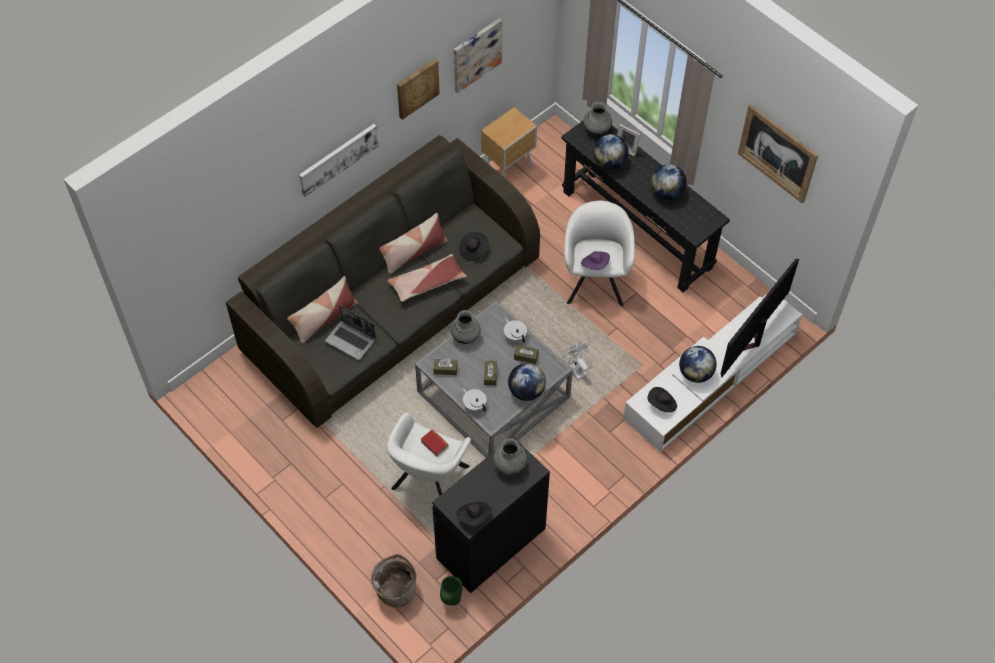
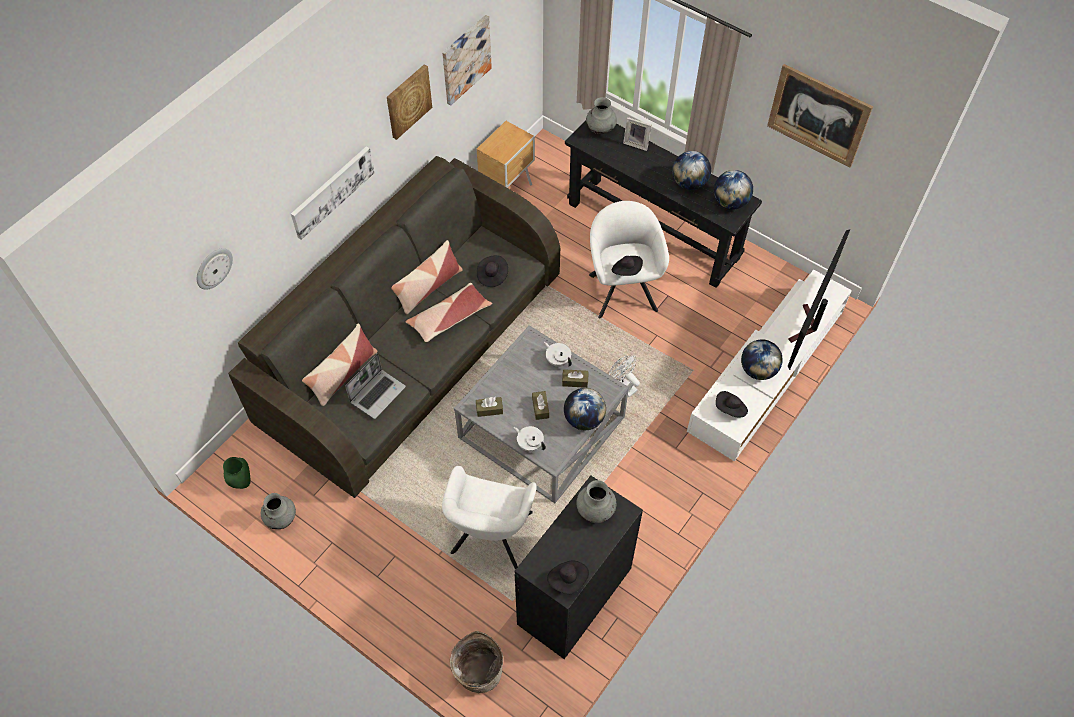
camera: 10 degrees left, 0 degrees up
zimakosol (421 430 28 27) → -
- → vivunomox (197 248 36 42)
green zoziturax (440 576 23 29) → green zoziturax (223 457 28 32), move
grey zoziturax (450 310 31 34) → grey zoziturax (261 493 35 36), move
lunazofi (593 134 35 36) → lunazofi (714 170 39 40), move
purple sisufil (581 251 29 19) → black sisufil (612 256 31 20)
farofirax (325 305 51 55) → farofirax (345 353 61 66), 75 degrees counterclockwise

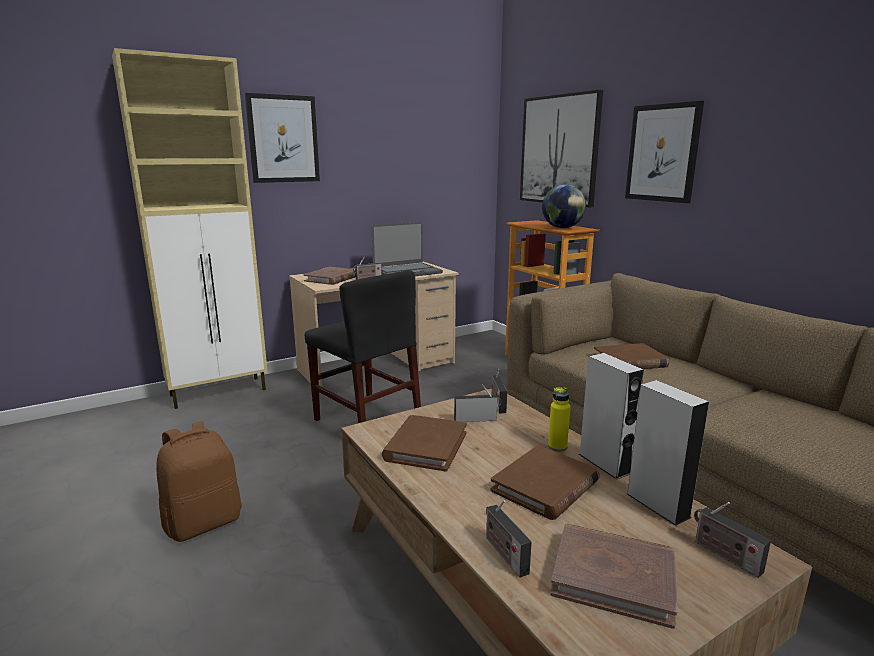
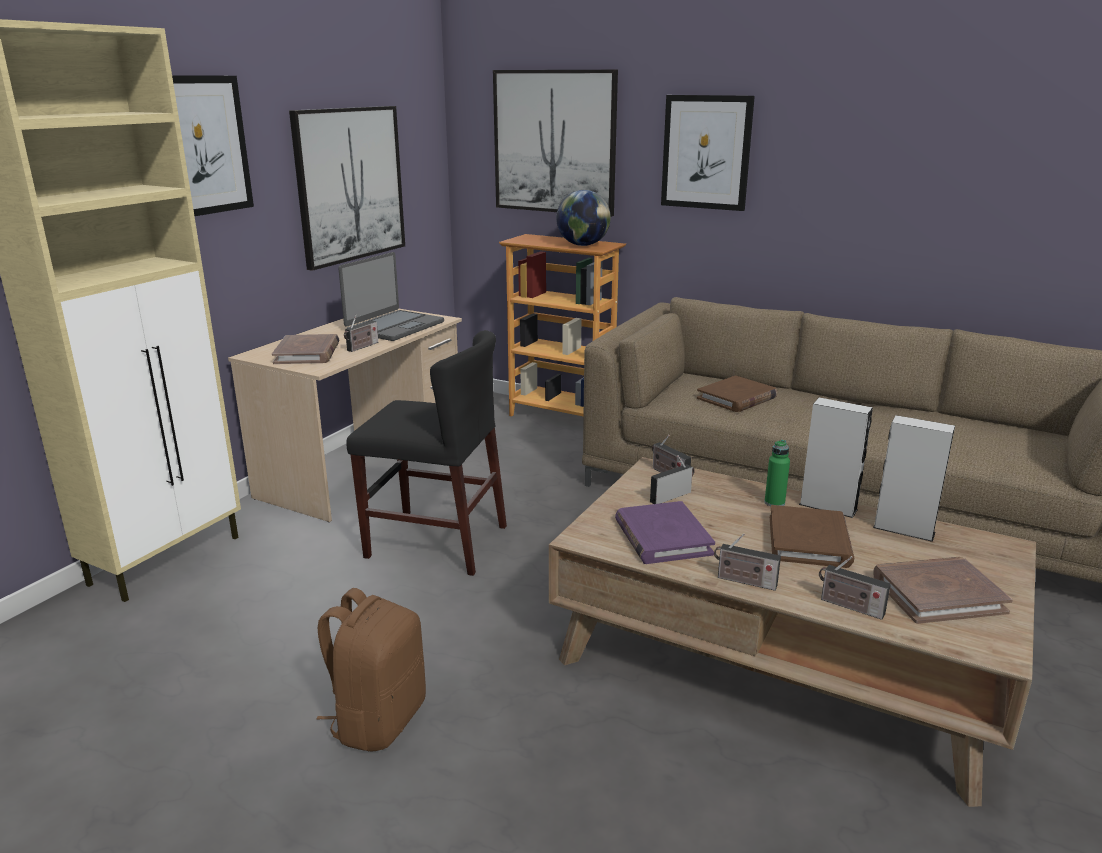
camera: 30 degrees left, 5 degrees up
- → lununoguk (289 106 116 165)
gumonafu (694 502 77 76) → gumonafu (714 533 67 58), move
brown zimakosol (382 415 85 57) → purple zimakosol (615 501 100 63)
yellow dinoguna (548 387 23 65) → green dinoguna (764 440 26 67)

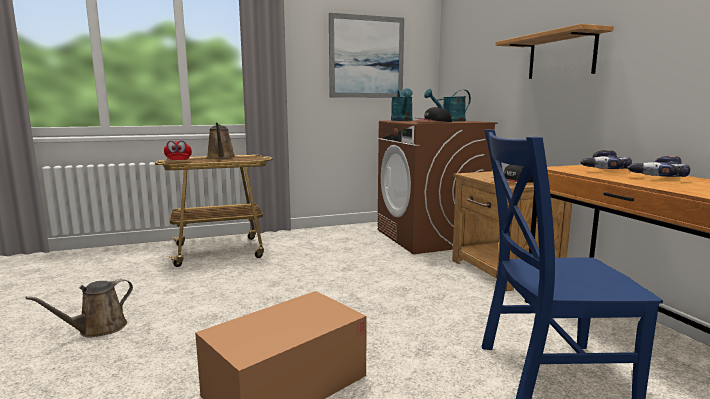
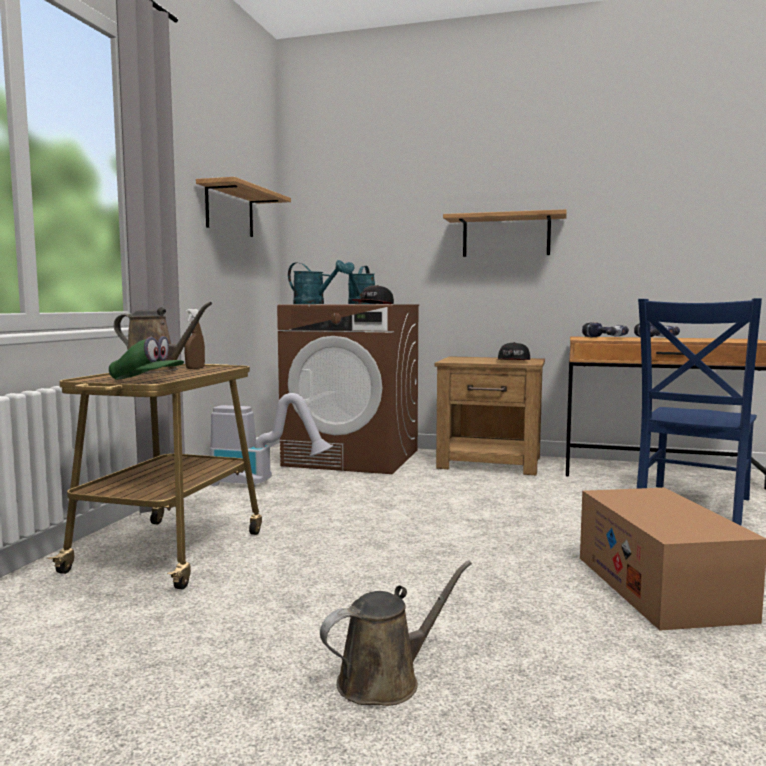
camera: 55 degrees left, 5 degrees down
- → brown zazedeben (185 309 20 60)
- → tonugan (210 393 123 94)
lununoguk (329 13 75 85) → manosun (196 177 95 60)
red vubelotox (164 140 28 20) → green vubelotox (109 336 75 44)
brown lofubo (25 279 108 59) → brown lofubo (320 561 152 145), 105 degrees counterclockwise

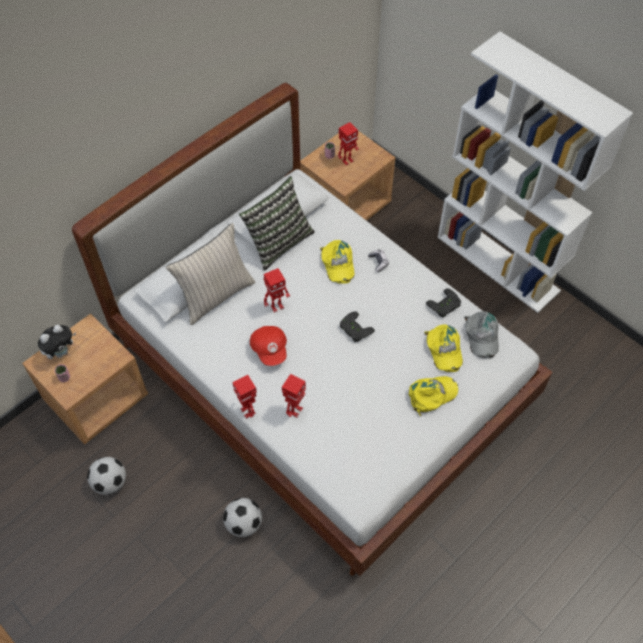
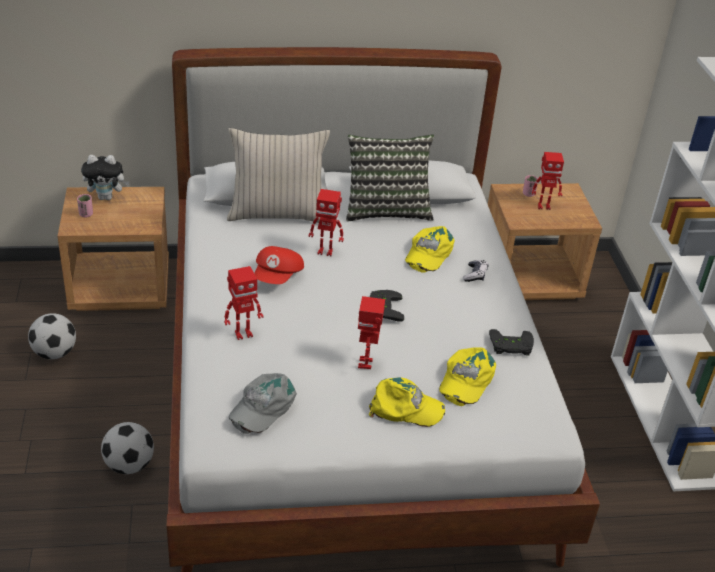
camera: 35 degrees right, 20 degrees down
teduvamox (233 375 24 43) → teduvamox (358 296 27 73), move
grey vubelotox (464 311 35 48) → grey vubelotox (229 373 68 61), move

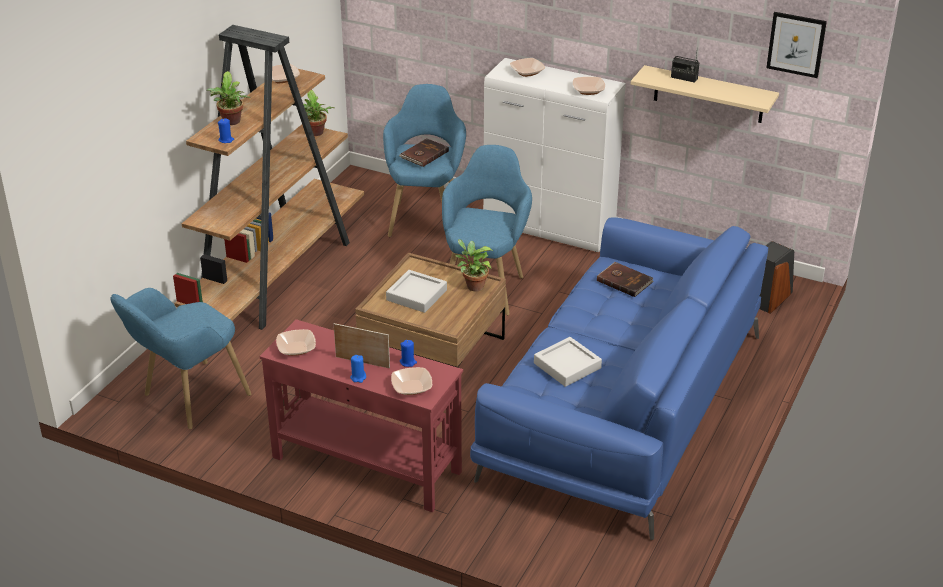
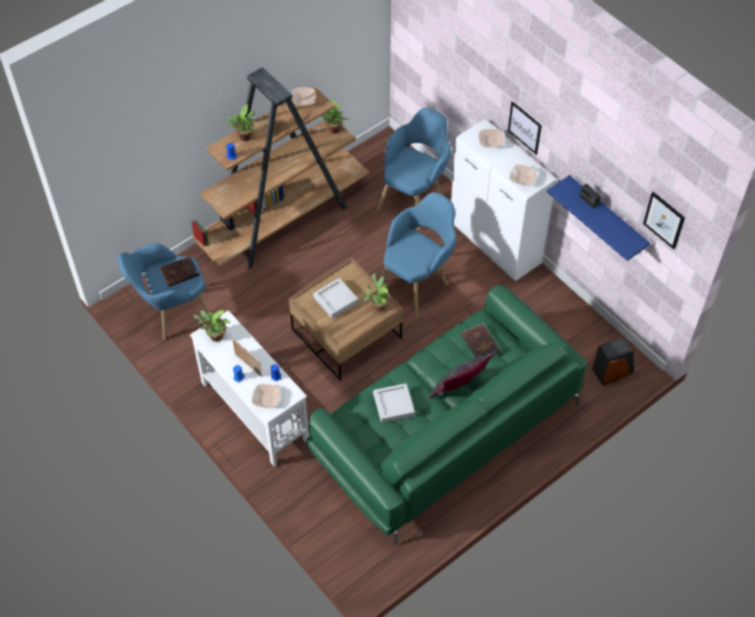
camera: 25 degrees right, 20 degrees up
- → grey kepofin (428 351 68 47)
- → lununoguk (508 101 34 54)
brown zimakosol (399 138 50 29) → brown zimakosol (159 256 41 31), move
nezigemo (276 329 40 27) → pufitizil (193 310 38 32)
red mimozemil (260 319 203 194) → white mimozemil (190 310 119 157)
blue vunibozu (470 217 298 323) → green vunibozu (306 285 281 260)
beige manosun (631 65 148 58) → blue manosun (547 175 103 86)

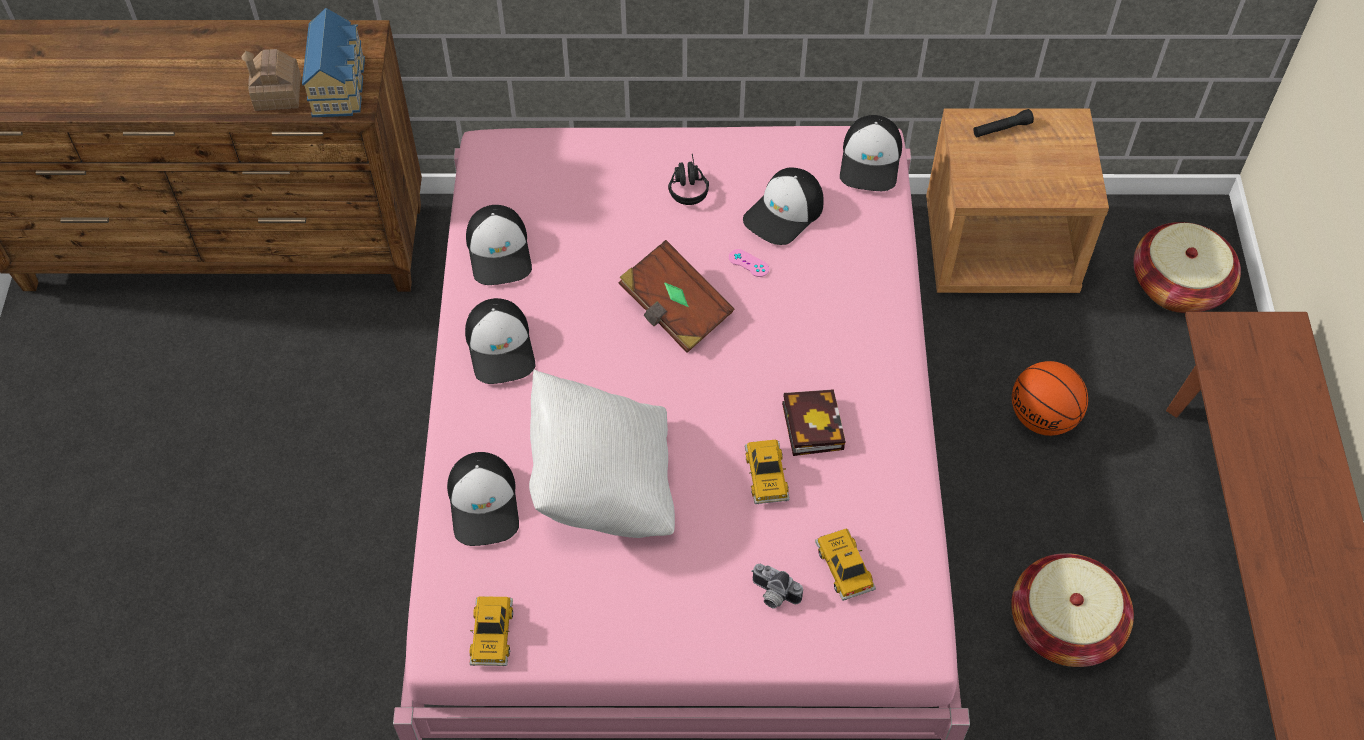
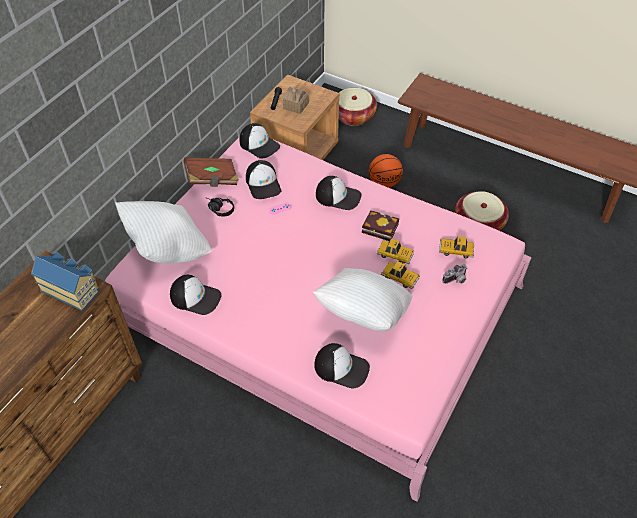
camera: 60 degrees left, 5 degrees down
- → white kepofin (115 201 97 63)
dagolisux (241 49 60 62) → dagolisux (283 87 26 27), move
vubelotox (465 298 70 86) → vubelotox (316 176 45 34), move
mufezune (469 596 45 70) → mufezune (381 261 39 28), move
brown zimakosol (619 240 116 113) → brown zimakosol (184 157 55 30), move

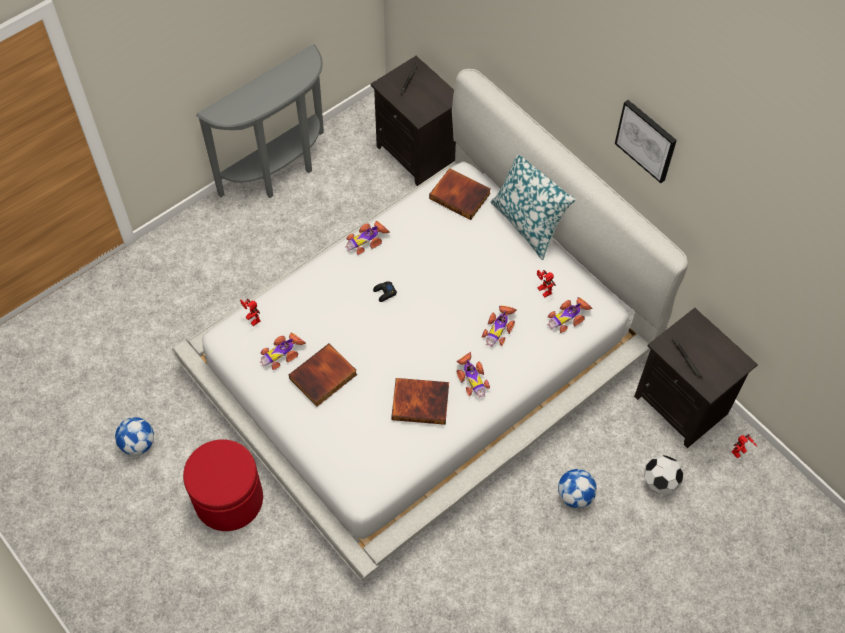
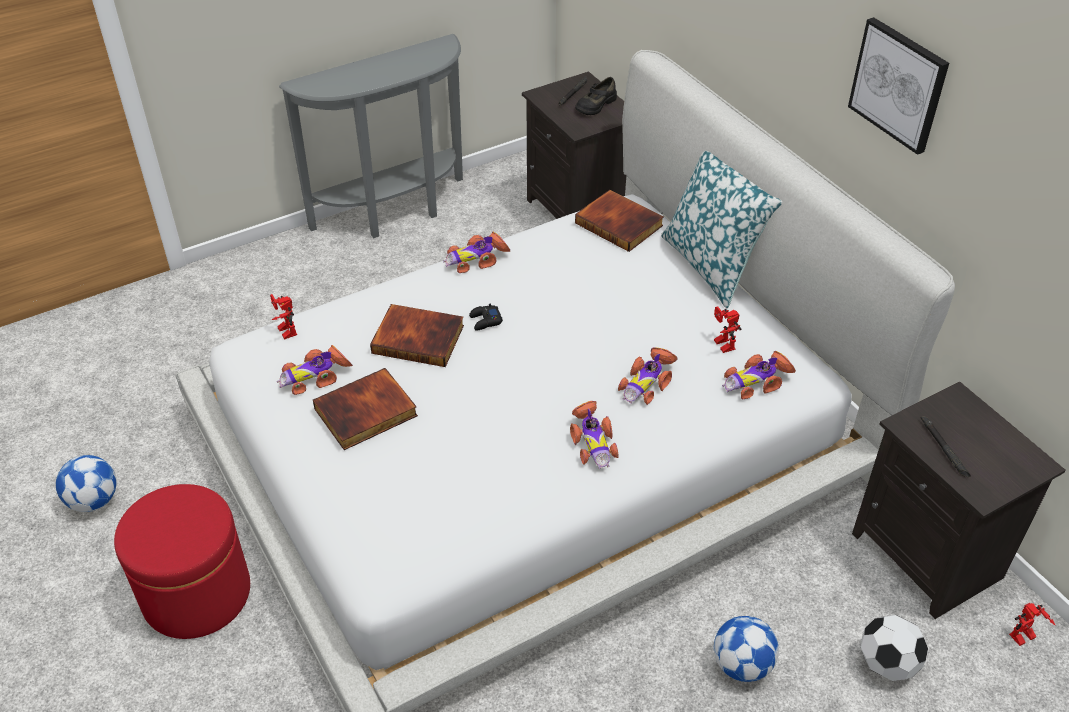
camera: 10 degrees right, 15 degrees down
- → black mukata (575 77 42 38)
zimakosol (392 378 57 47) → zimakosol (370 304 94 63), move

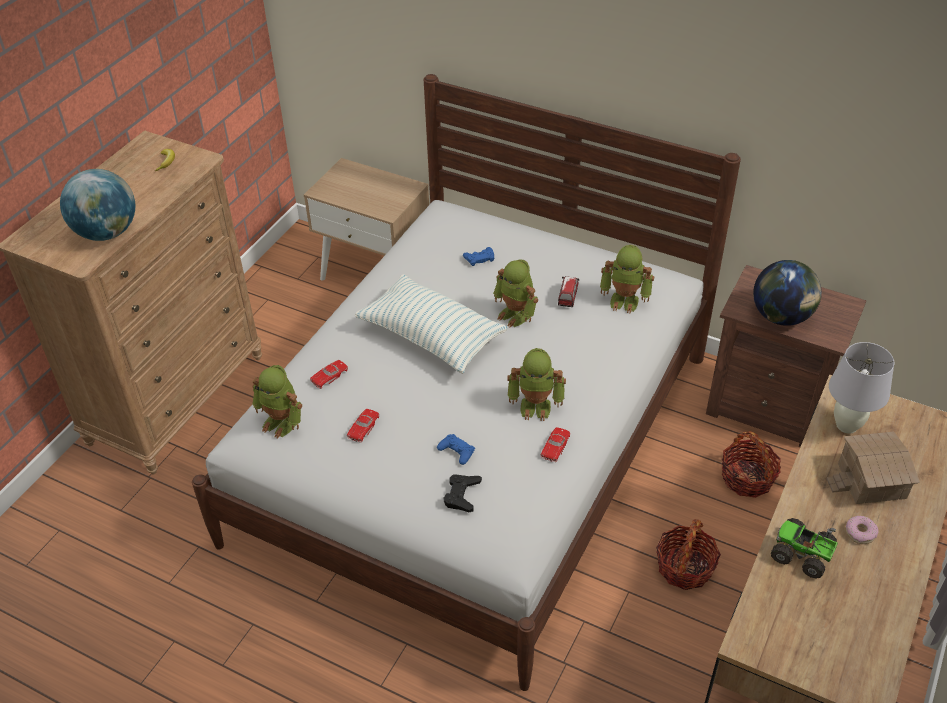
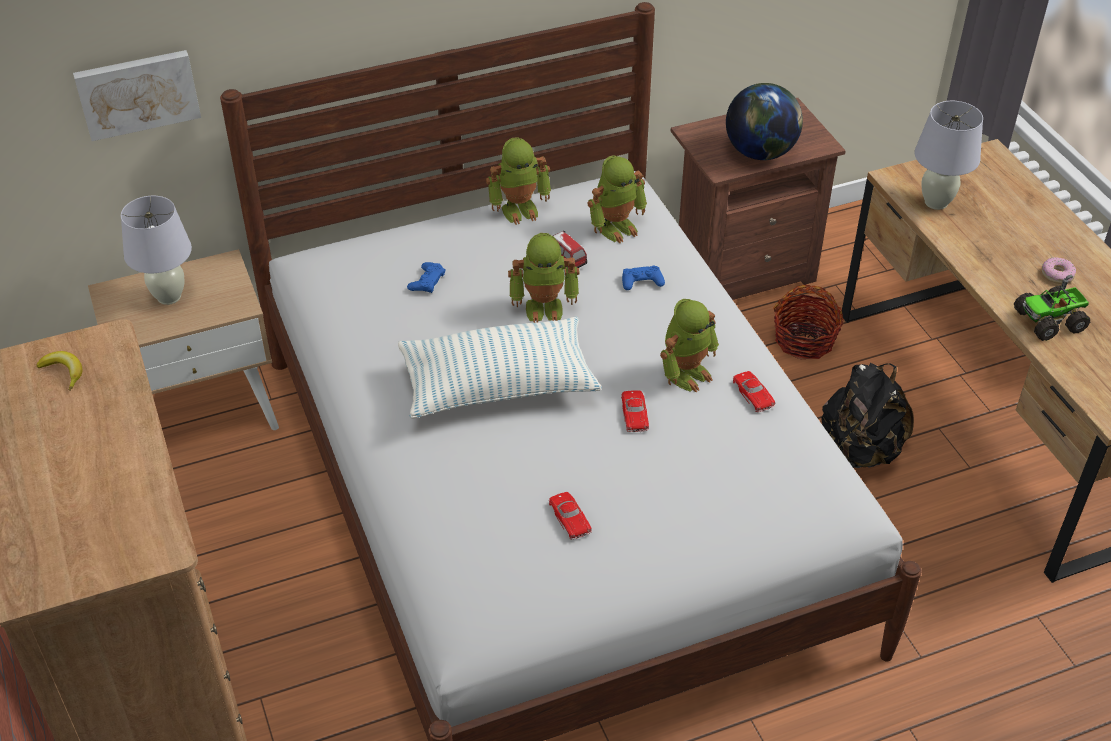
camera: 50 degrees left, 0 degrees up
lunazofi (60 169 75 72) → -
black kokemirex (444 474 38 38) → -
dagolisux (827 432 93 72) → -
- → lununoguk (73 50 128 91)
- → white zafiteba (121 196 71 109)
teduvamox (252 365 50 74) → teduvamox (486 137 65 88), move
red mufezune (310 360 38 29) → red mufezune (621 390 28 42), move
blue kokemirex (437 434 38 31) → blue kokemirex (622 266 43 24), move
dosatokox (656 519 65 71) → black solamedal (821 363 93 105)

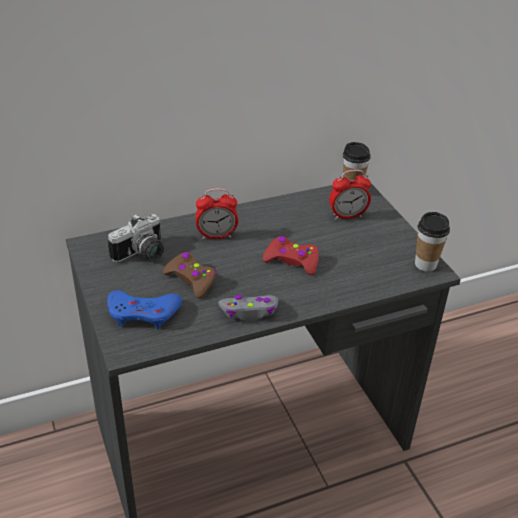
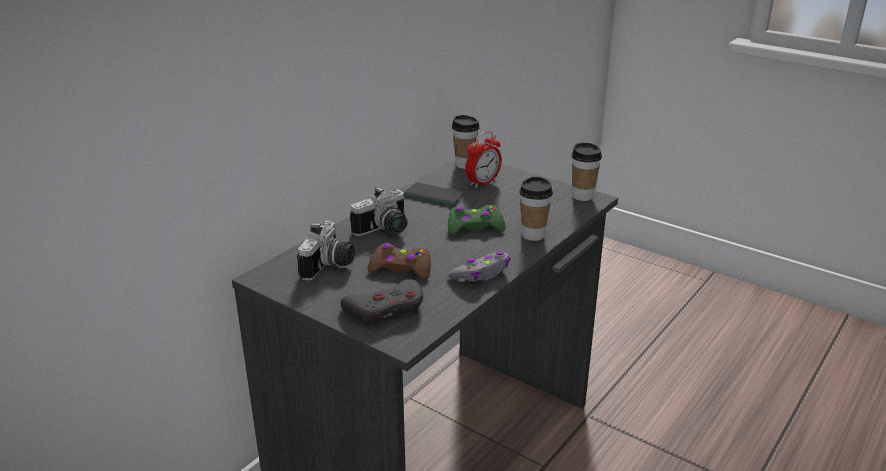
camera: 30 degrees left, 10 degrees down
- → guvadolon (404 182 61 23)
- → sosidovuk (519 177 34 64)
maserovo (196 188 42 51) → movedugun (350 187 57 49)
blue kokemirex (107 290 75 39) → grey kokemirex (341 279 82 47)
red kokemirex (263 236 56 39) → green kokemirex (448 205 58 30)

